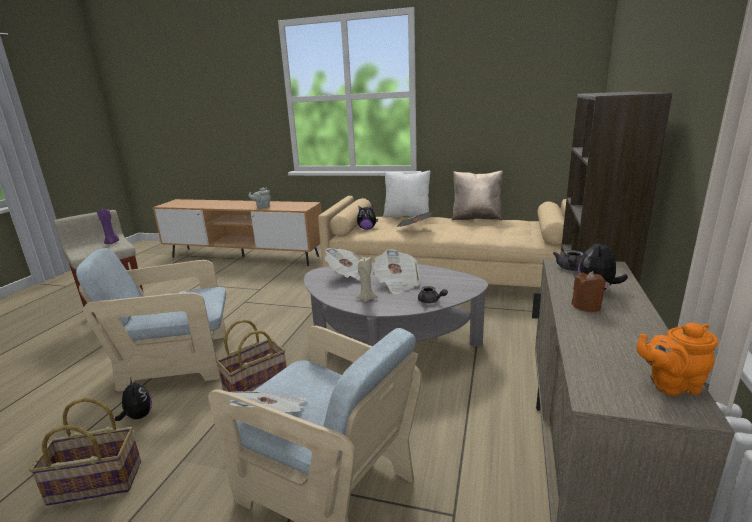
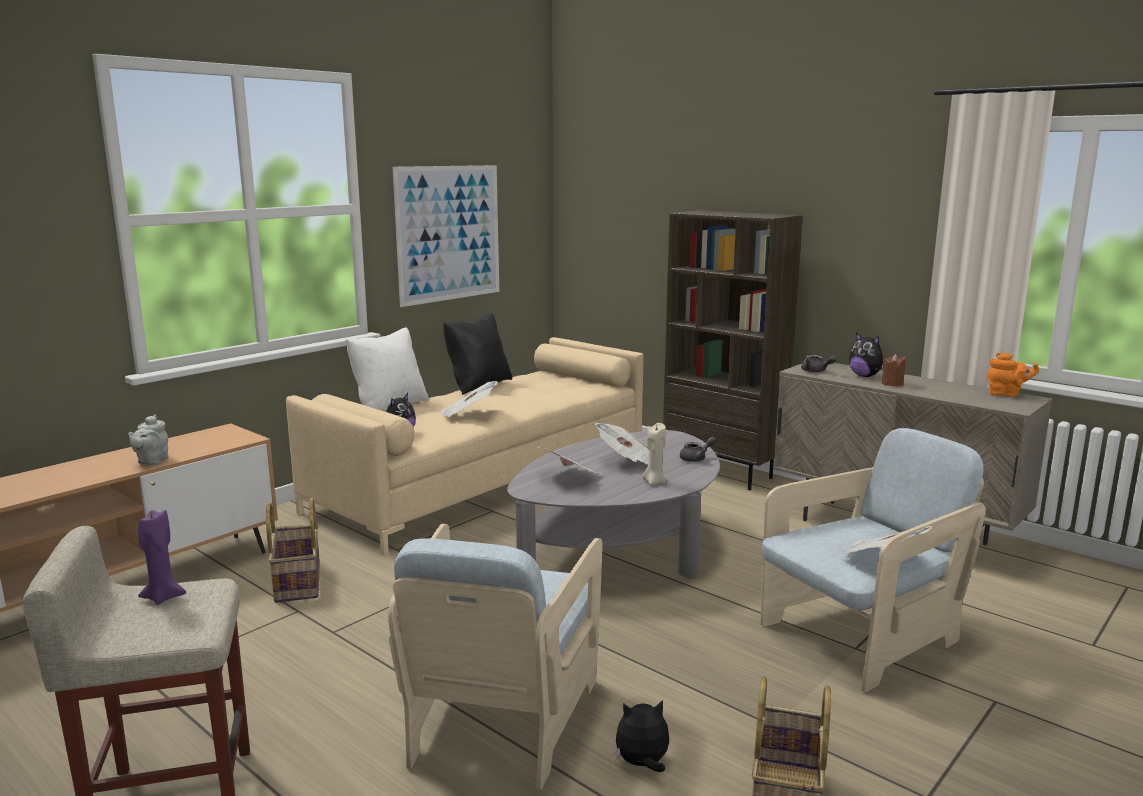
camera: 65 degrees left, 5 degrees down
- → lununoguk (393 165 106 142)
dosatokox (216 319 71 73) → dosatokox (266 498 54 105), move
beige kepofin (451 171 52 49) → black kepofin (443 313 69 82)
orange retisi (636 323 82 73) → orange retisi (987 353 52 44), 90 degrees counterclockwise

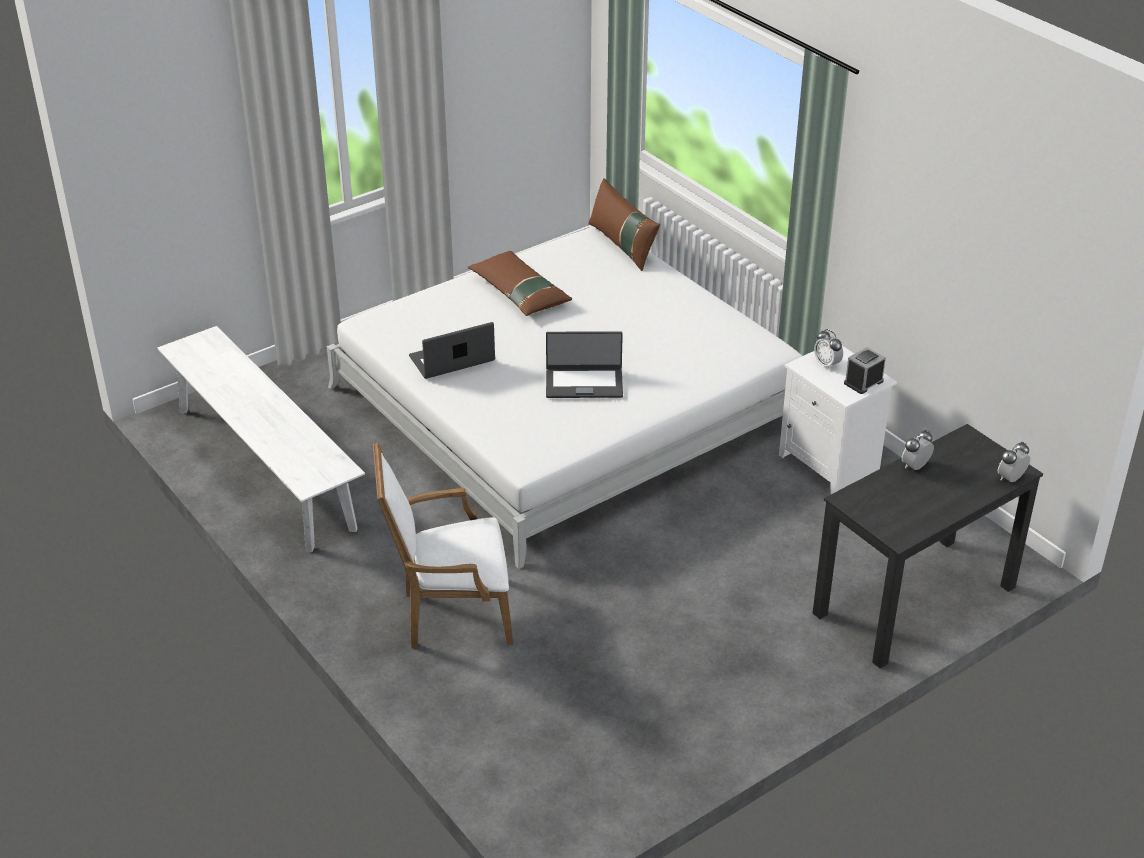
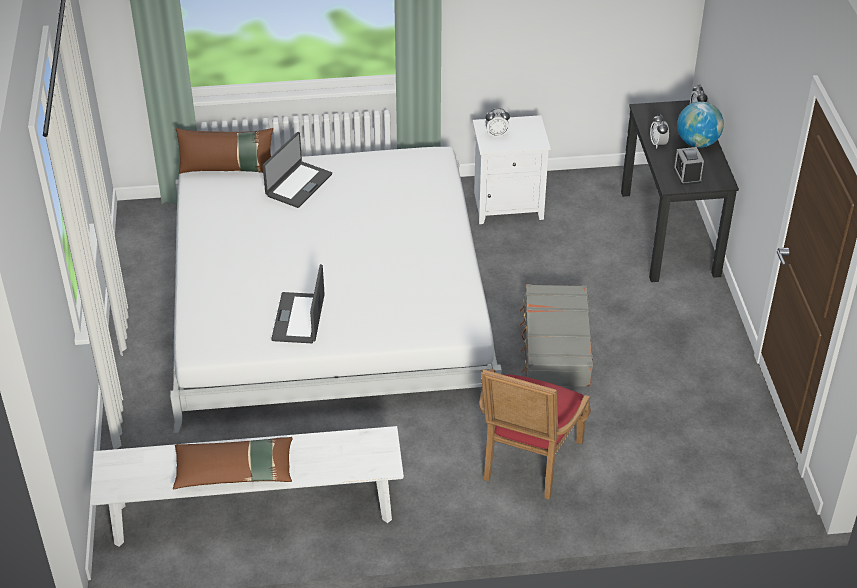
camera: 60 degrees left, 5 degrees up
- → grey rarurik (520 284 73 103)
- → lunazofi (677 101 47 47)
brown kepofin (468 251 104 65) → brown kepofin (173 437 120 52), move
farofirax (546 331 77 67) → farofirax (263 132 69 76), move
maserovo (844 347 42 47) → maserovo (674 147 30 38), move
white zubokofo (373 442 140 206) → red zubokofo (480 368 111 132)

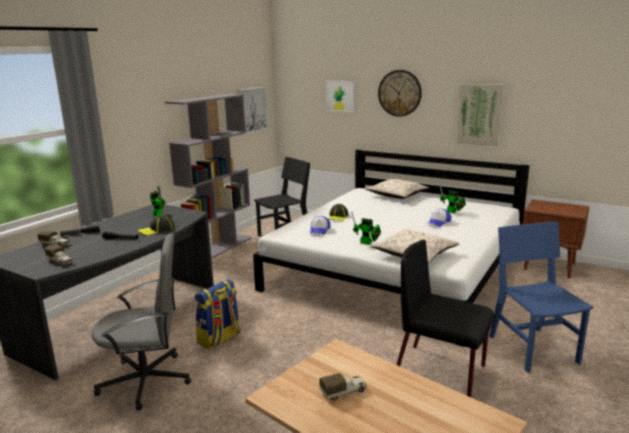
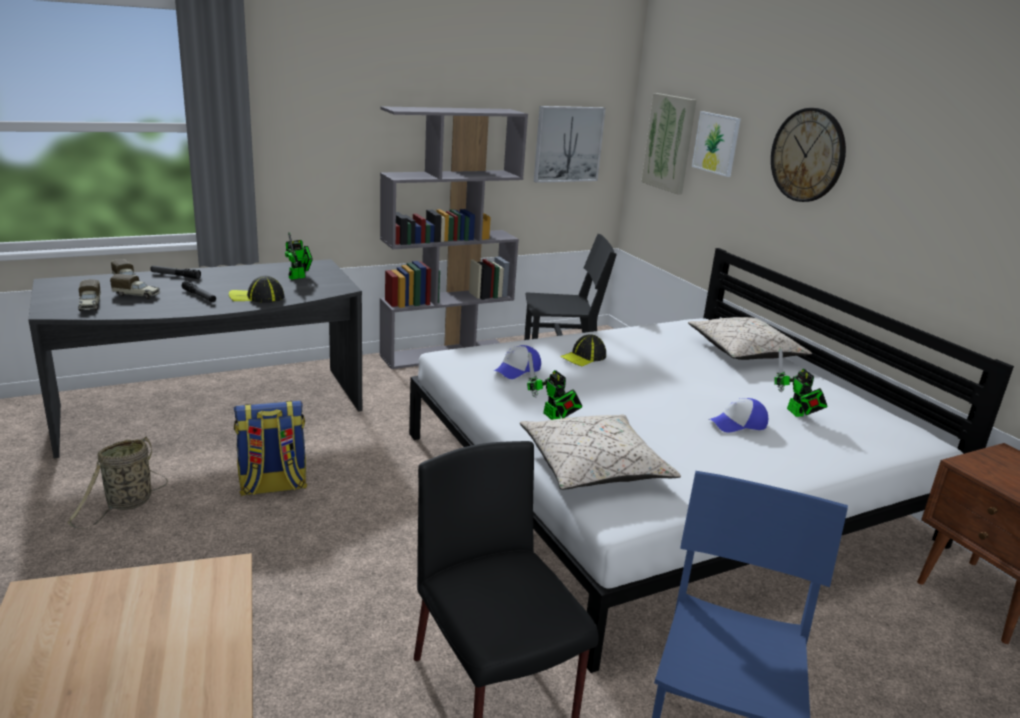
camera: 30 degrees right, 5 degrees up
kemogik (319 373 48 27) → kemogik (110 274 50 25), move
lununoguk (457 84 47 62) → lununoguk (641 93 56 101), move
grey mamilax (91 234 100 177) → dosatokox (68 436 100 93)

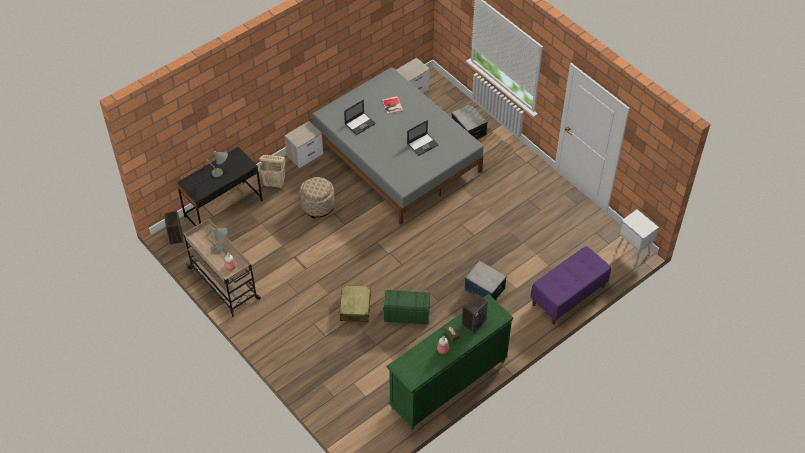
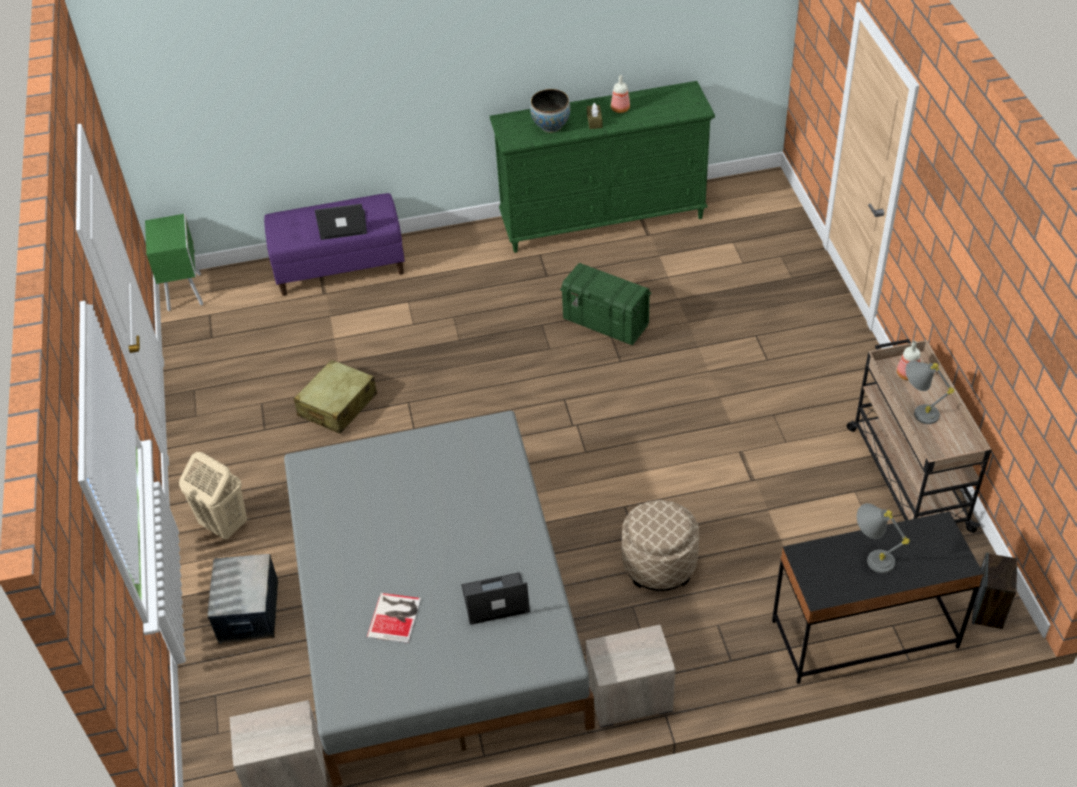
camera: 150 degrees left, 5 degrees down
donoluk (465 261 42 39) → -
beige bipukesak (259 155 26 33) → beige bipukesak (179 452 68 87), move
beige rarurik (340 285 31 37) → beige rarurik (293 360 84 74), move
farofirax (407 120 32 36) → farofirax (315 204 52 36), move
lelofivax (462 294 26 39) → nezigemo (530 89 40 44)
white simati (617 210 42 54) → green simati (145 214 59 97)

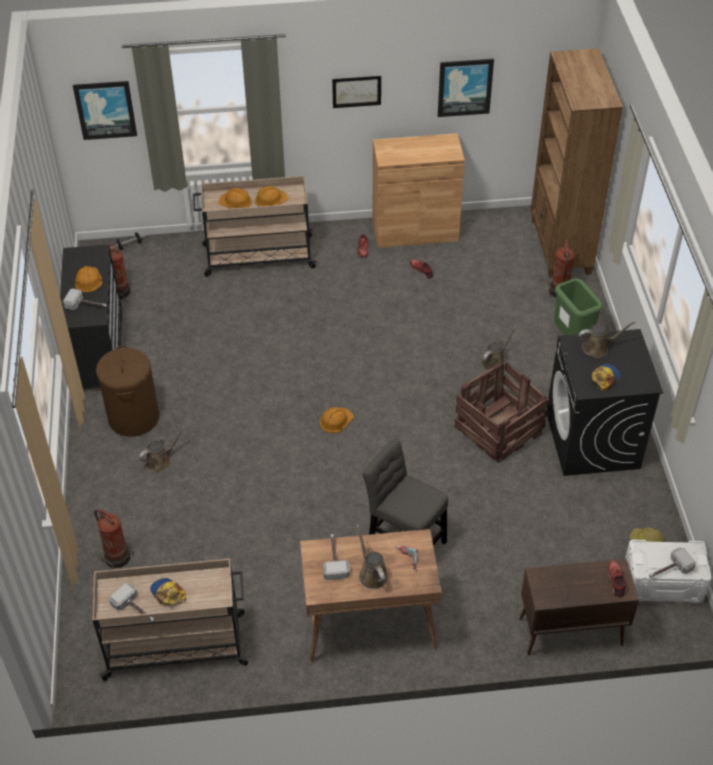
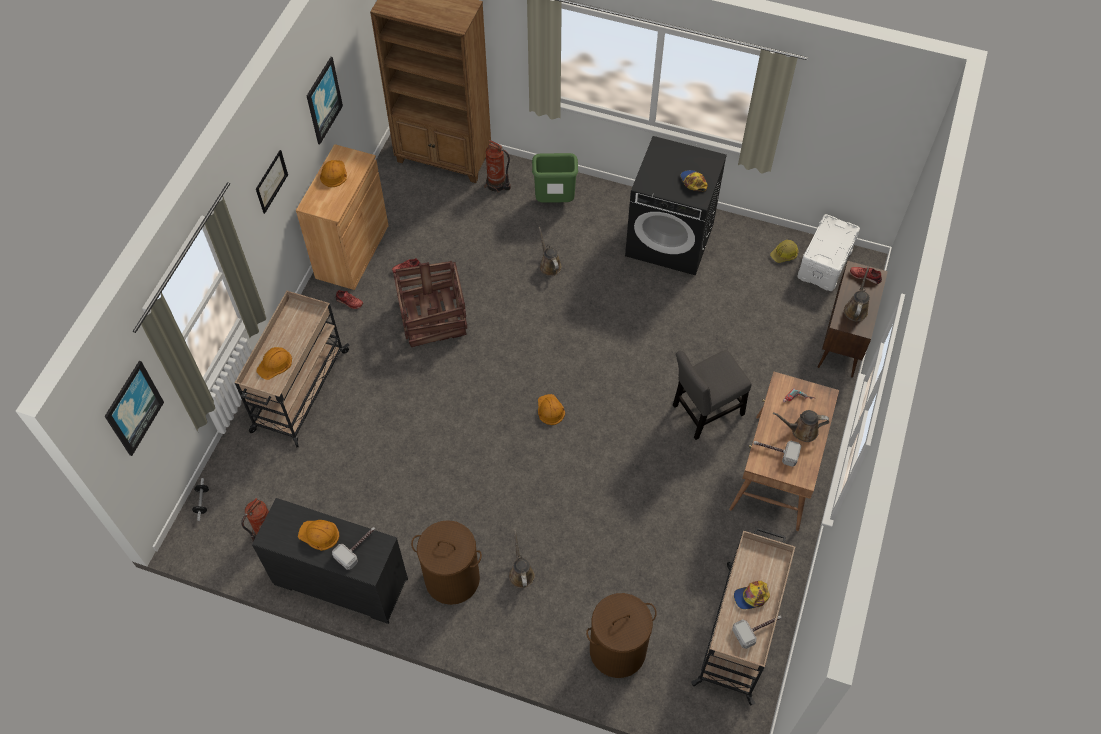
camera: 65 degrees left, 10 degrees up
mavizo (649 547 47 31) → -
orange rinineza (255 186 34 20) → orange rinineza (320 160 27 27), move
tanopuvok (455 362 94 101) → tanopuvok (393 261 74 86), move
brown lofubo (578 321 58 37) → brown lofubo (844 266 26 55), move
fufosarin (94 509 40 61) → brown bipukesak (586 593 71 85)

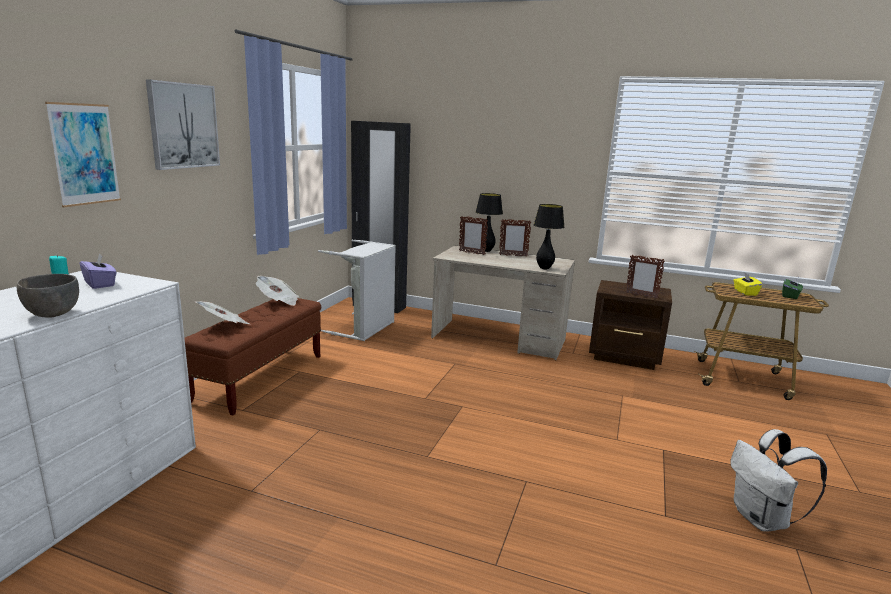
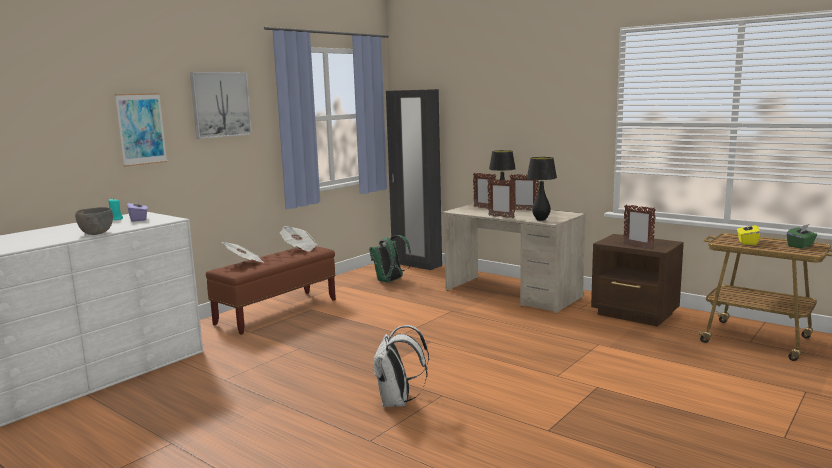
camera: 20 degrees right, 5 degrees down
- → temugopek (487 179 28 39)
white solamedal (731 429 96 103) → white solamedal (373 325 56 82), move
grey bipukesak (318 240 78 101) → green solamedal (369 235 43 47)

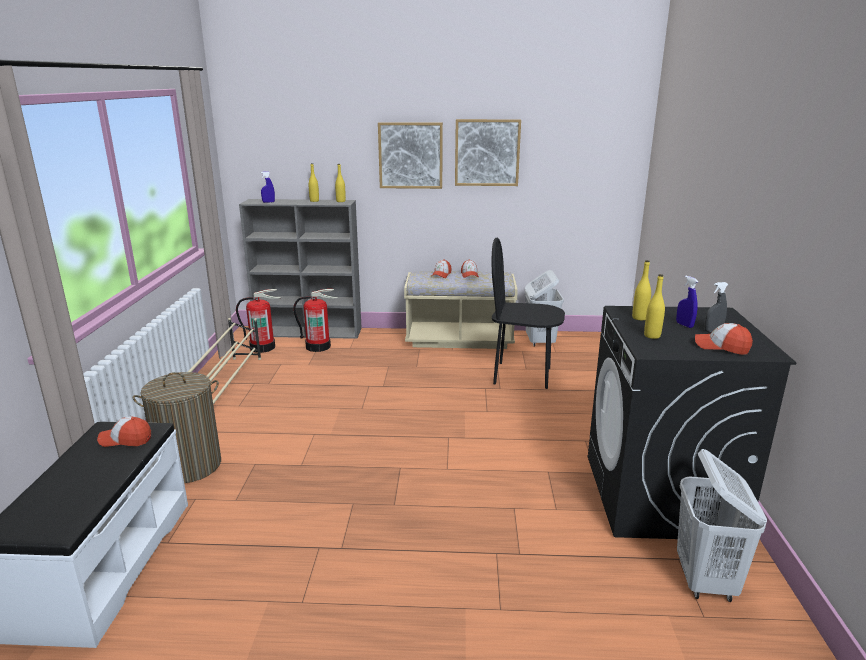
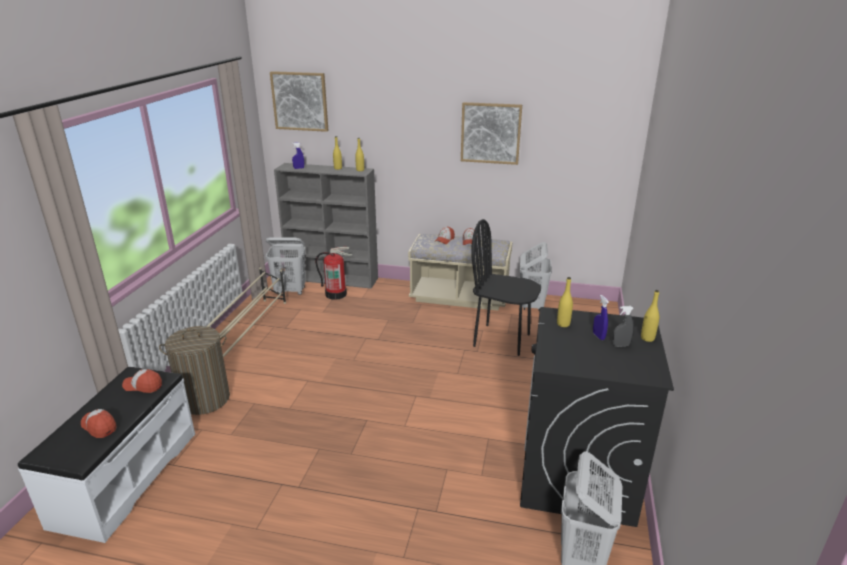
camera: 10 degrees right, 5 degrees up
lununoguk (378 122 65 67) → lununoguk (270 71 58 61), move
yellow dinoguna (644 274 21 65) → yellow dinoguna (641 290 18 52), move
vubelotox (695 323 58 32) → vubelotox (81 409 36 29), move
fufosarin (236 289 44 64) → white bipukesak (266 237 40 58)

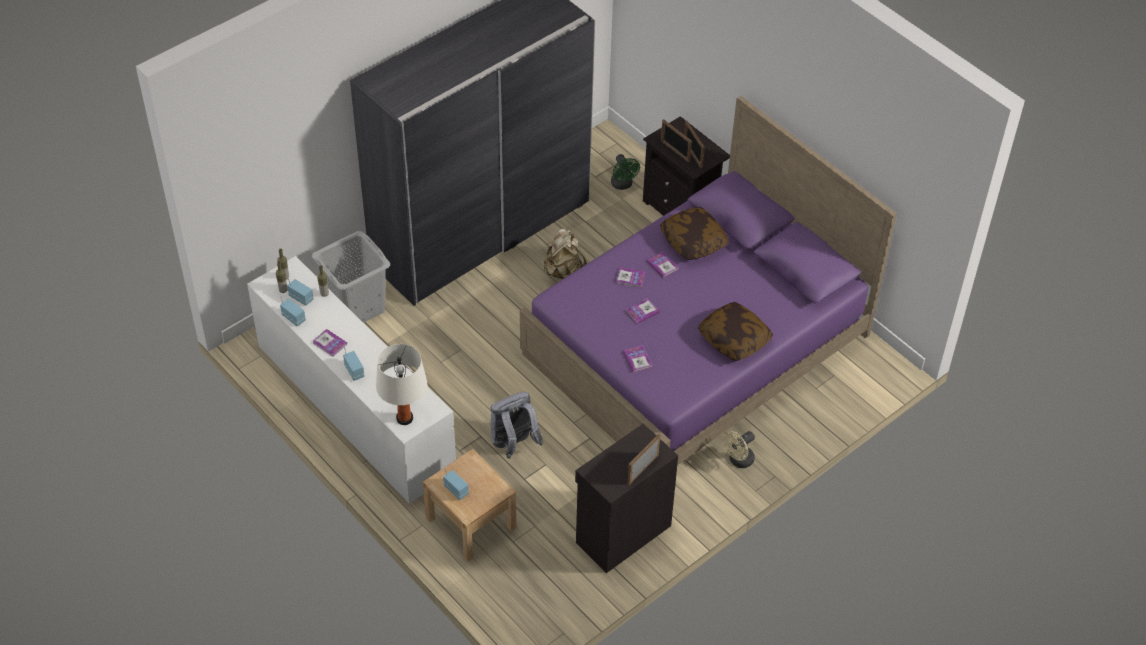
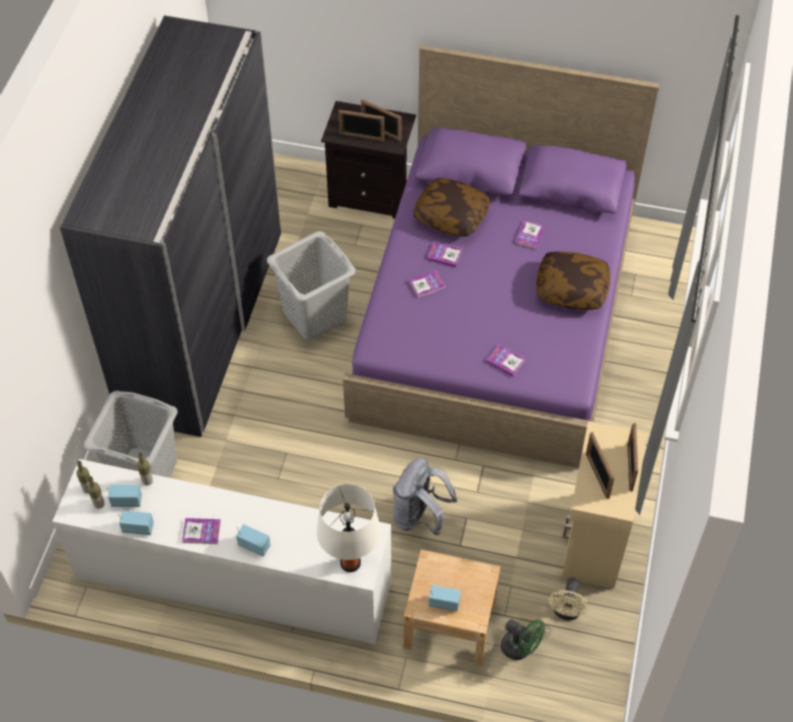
camera: 35 degrees left, 5 degrees up
- → temugopek (586 432 28 67)
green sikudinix (611 154 29 36) → green sikudinix (501 619 44 41), move
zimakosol (626 298 34 26) → zimakosol (516 221 29 29), move
beige sikudinix (723 431 32 37) → beige sikudinix (549 577 39 43), move
beige solamedal (544 229 43 50) → grey bipukesak (267 231 89 109)
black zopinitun (575 424 103 149) → beige zopinitun (562 421 85 168)

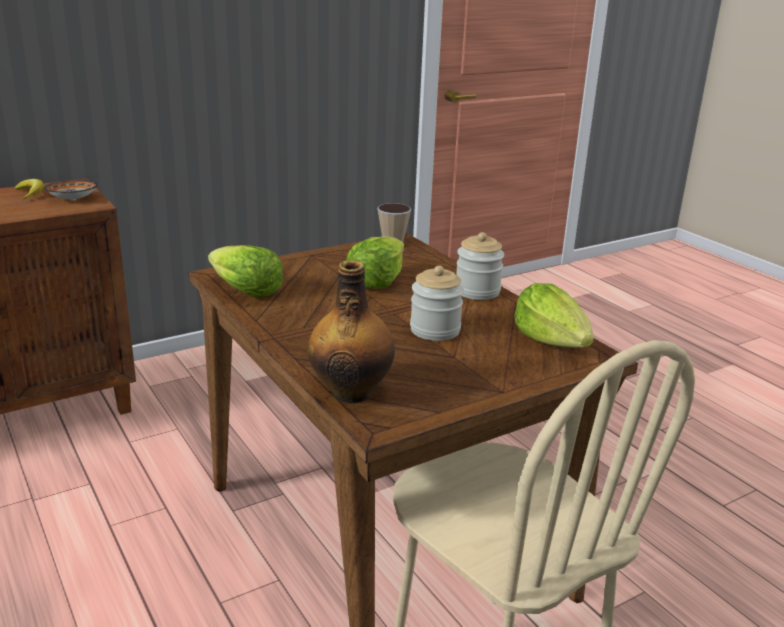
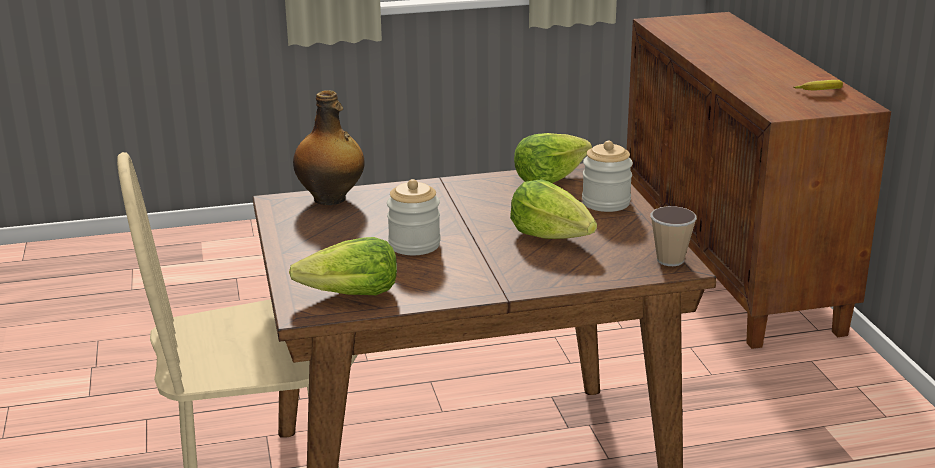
camera: 110 degrees right, 0 degrees up
nezigemo (44 180 54 21) → -
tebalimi (456 232 48 68) → tebalimi (582 141 51 71), move

